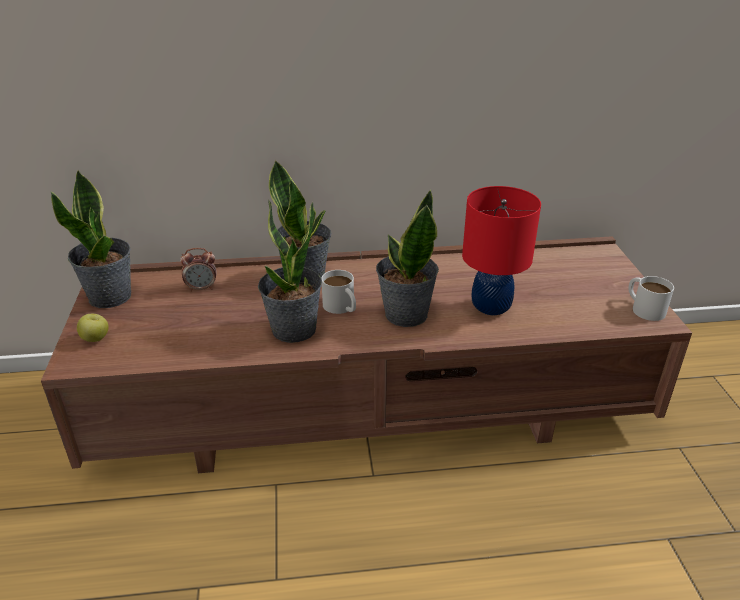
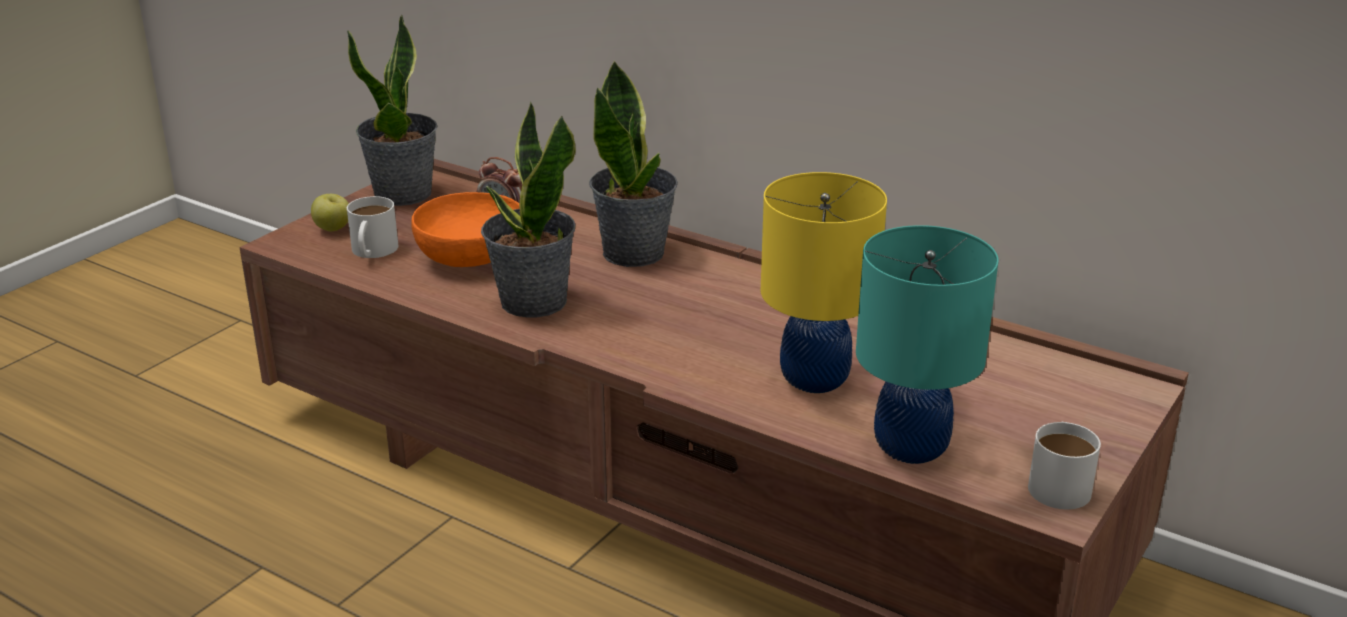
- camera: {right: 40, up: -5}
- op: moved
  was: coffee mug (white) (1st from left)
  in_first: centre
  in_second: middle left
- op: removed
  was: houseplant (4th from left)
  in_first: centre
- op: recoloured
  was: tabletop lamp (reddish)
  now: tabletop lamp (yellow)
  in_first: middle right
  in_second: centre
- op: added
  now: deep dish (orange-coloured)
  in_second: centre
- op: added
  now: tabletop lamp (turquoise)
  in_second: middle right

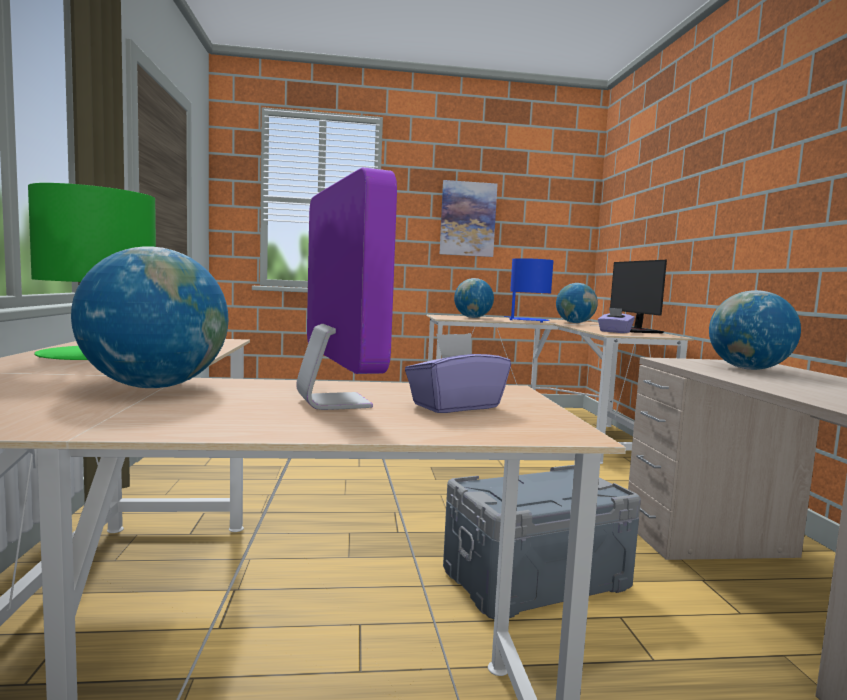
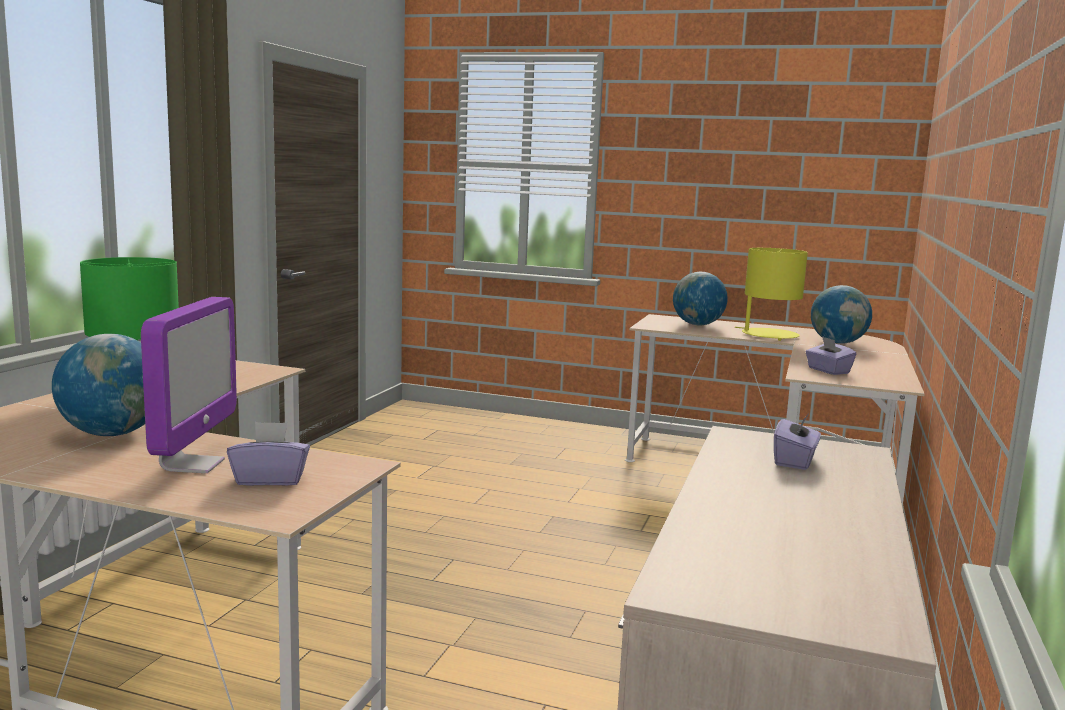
- camera: {right: 25, up: 5}
- op: removed
  was: wall art
  in_first: top centre
- op: removed
  was: storage bin (grey)
  in_first: bottom centre
- op: recoloured
  was: tabletop lamp (blue-coloured)
  now: tabletop lamp (yellow)
  in_first: centre
  in_second: middle right
- op: removed
  was: monitor (2nd from left)
  in_first: middle right
- op: replaced
  was: world globe (4th from left)
  now: box of tissues (purple-coloured) (2nd from left)
  in_first: middle right
  in_second: middle right

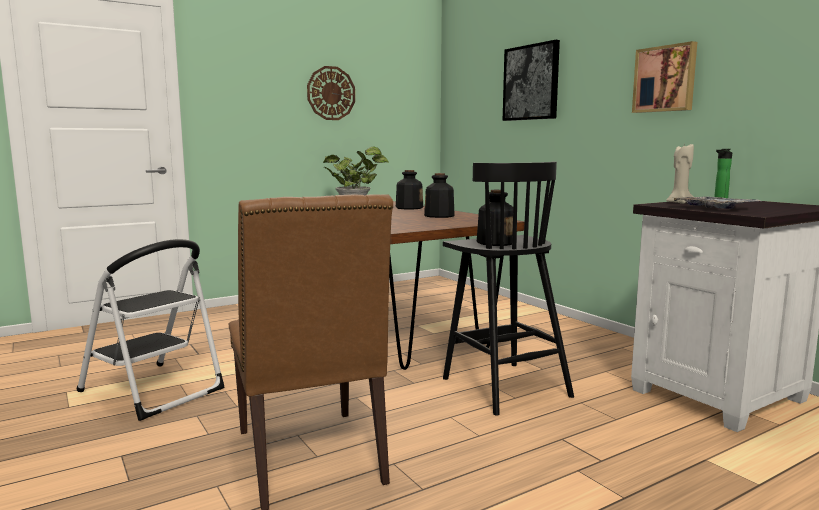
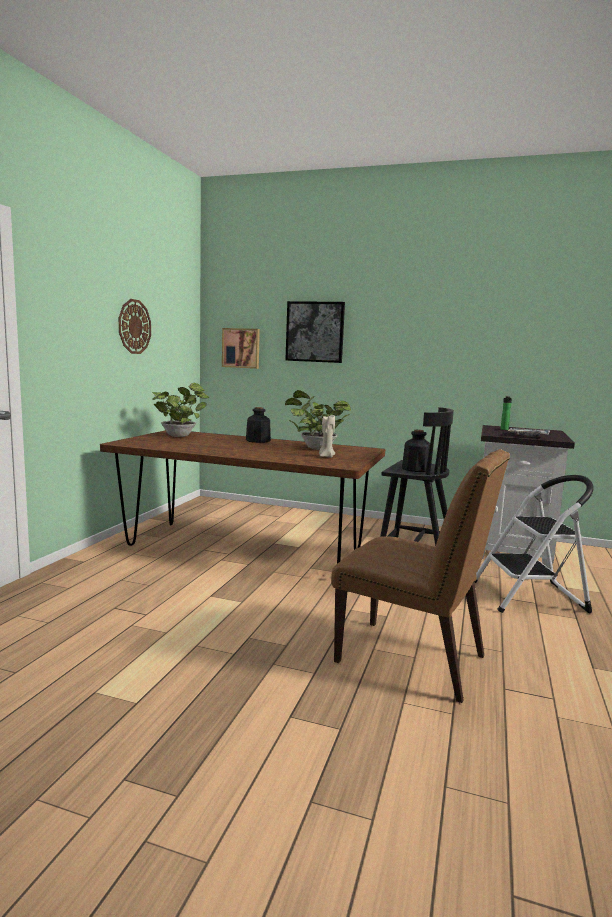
- camera: {right: -40, up: 0}
- op: moved
  was: step ladder
  in_first: middle left
  in_second: middle right
- op: replaced
  was: beverage bottle (2nd from left)
  now: houseplant (2nd from left)
  in_first: centre
  in_second: centre
- op: moved
  was: wall art (2nd from left in the first image)
  now: wall art (1st from left)
  in_first: top right
  in_second: centre
- op: moved
  was: wax candle (beige-coloured)
  in_first: middle right
  in_second: centre

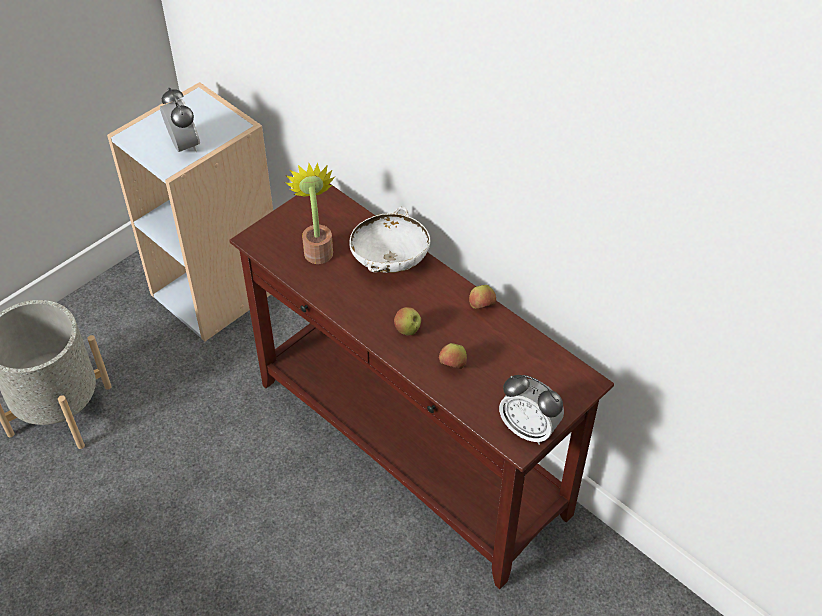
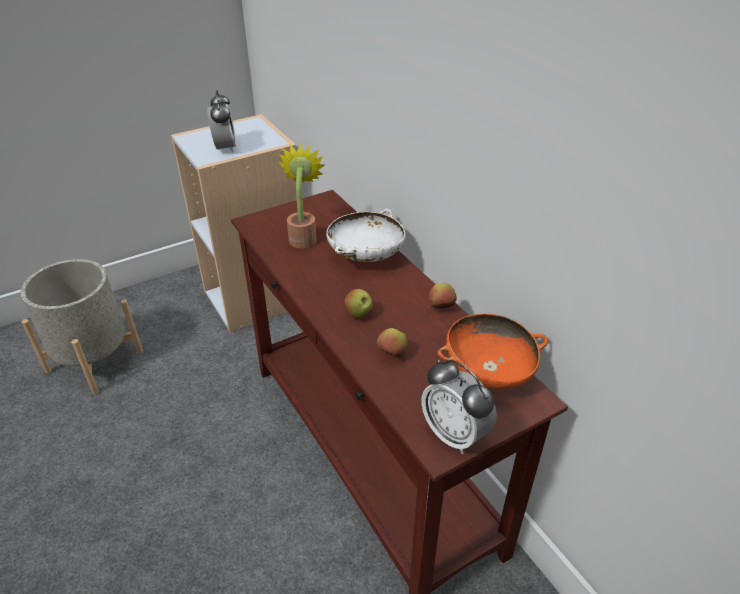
- camera: {right: 15, up: -10}
- op: added
  now: deep dish (orange-coloured)
  in_second: centre

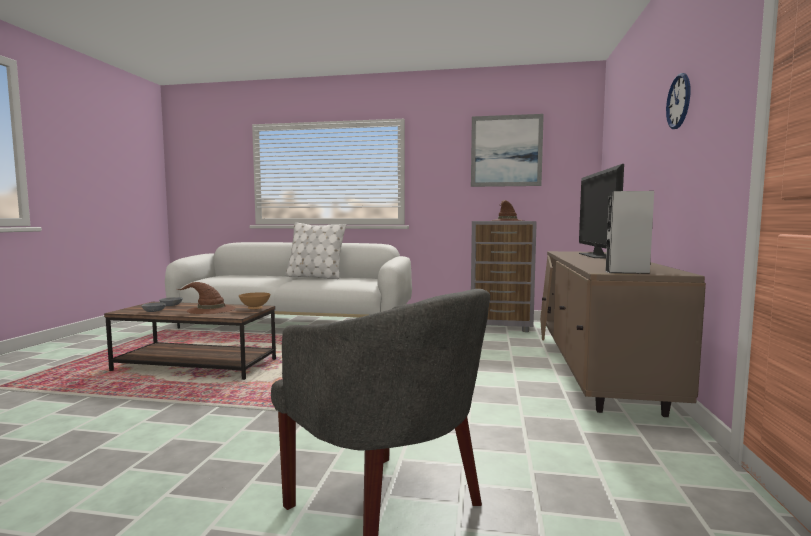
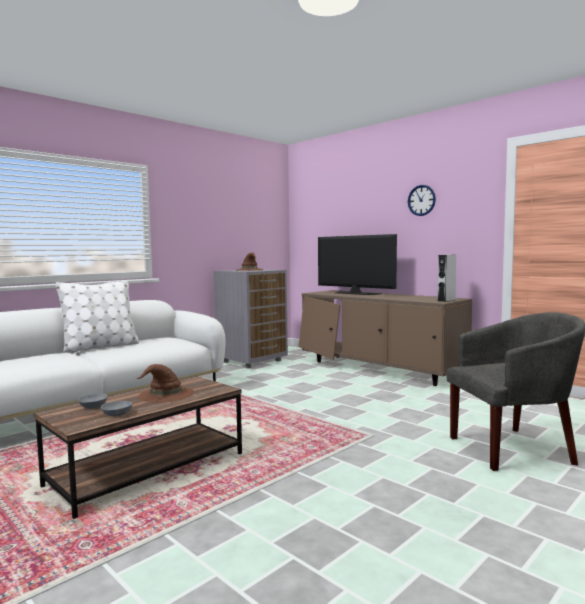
- camera: {right: -55, up: 0}
- op: removed
  was: deep dish (brown)
  in_first: middle left
- op: removed
  was: wall art
  in_first: top centre

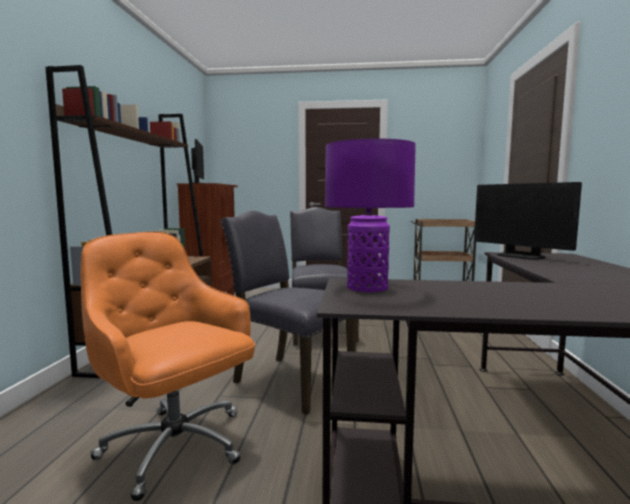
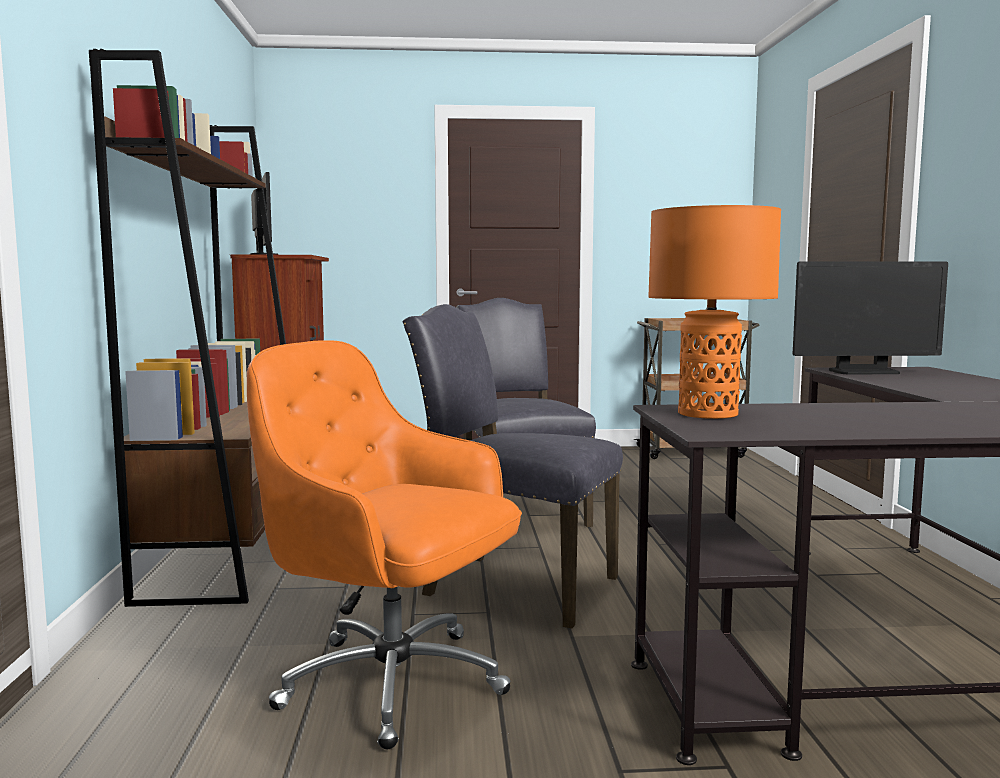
- camera: {right: -10, up: 0}
- op: recoloured
  was: tabletop lamp (purple-coloured)
  now: tabletop lamp (orange-coloured)
  in_first: centre
  in_second: middle right
- op: turned
  was: monitor (2nd from left)
  in_first: middle right
  in_second: middle right
  clockwise: -45

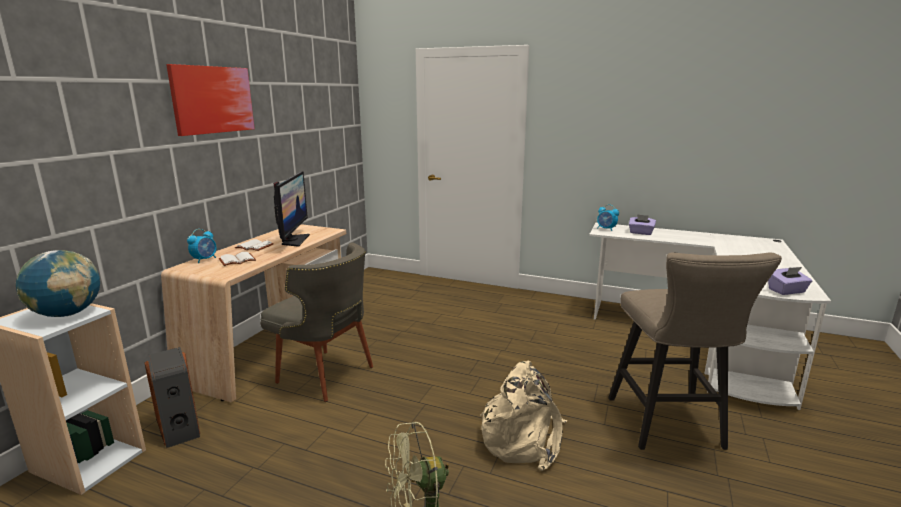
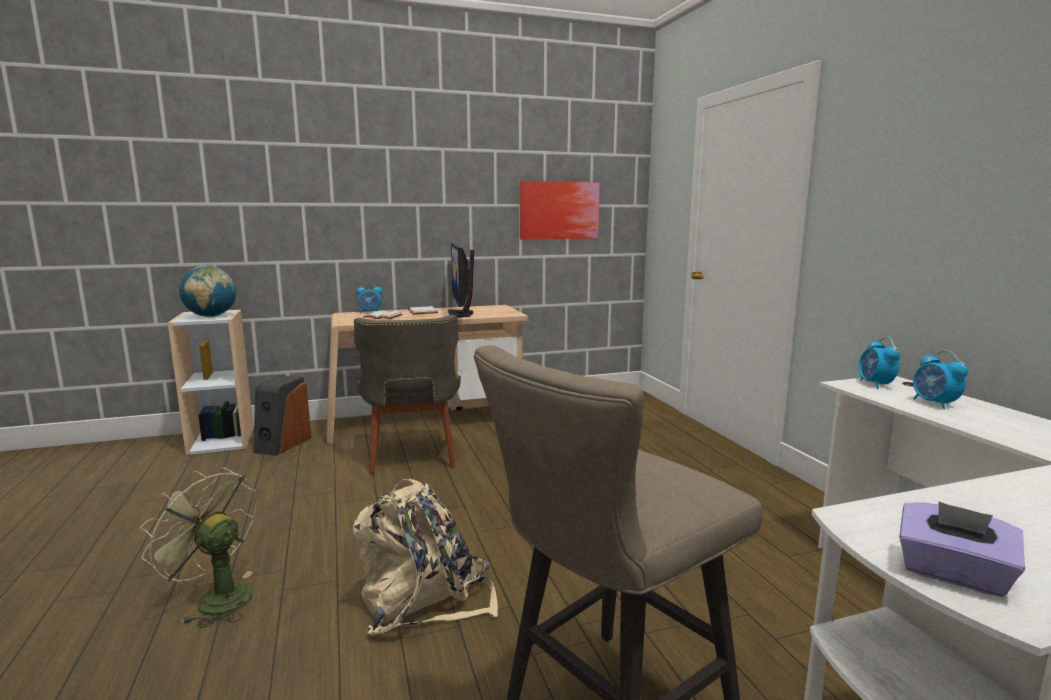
- camera: {right: 50, up: -5}
- op: moved
  was: wall art
  in_first: top left
  in_second: top centre
- op: turned
  was: monitor
  in_first: middle left
  in_second: centre
  clockwise: 120
- op: replaced
  was: box of tissues (purple-coloured) (1st from left)
  now: table clock (3rd from left)
  in_first: middle right
  in_second: middle right

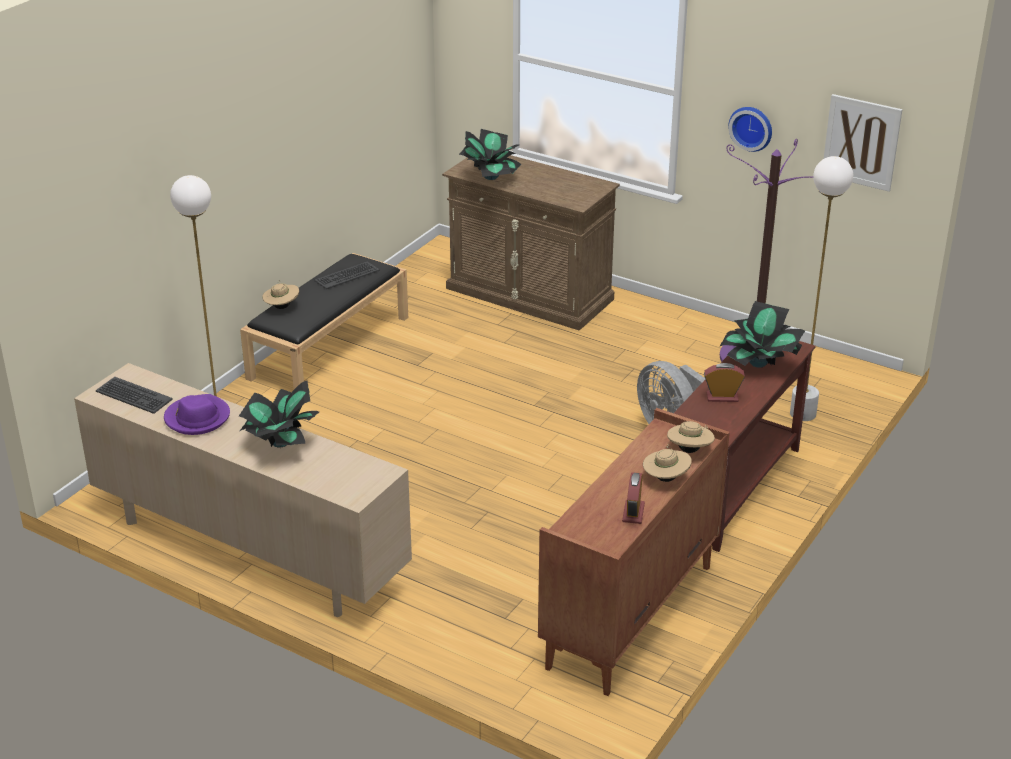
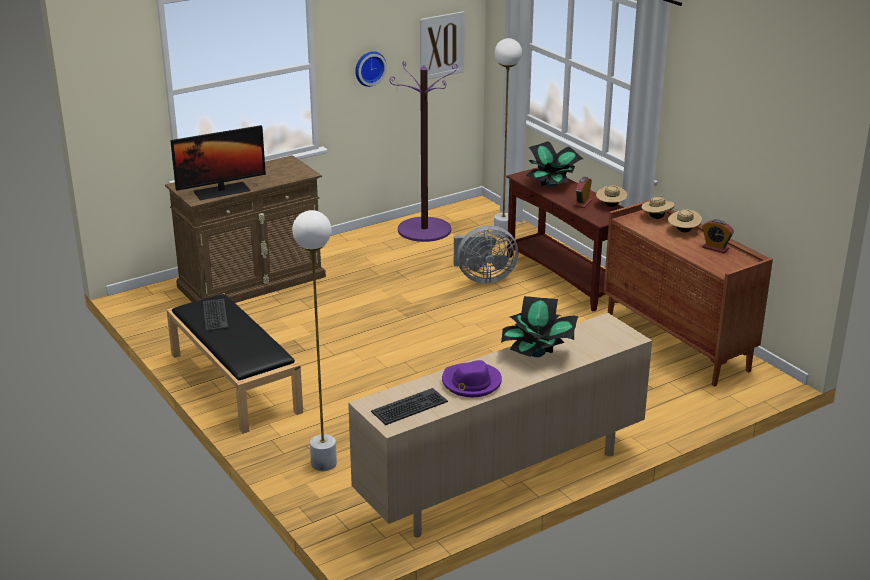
- camera: {right: -65, up: -5}
- op: moved
  was: clothing hat (beige-coloured) (1st from left)
  in_first: middle left
  in_second: middle right
- op: replaced
  was: houseplant (2nd from left)
  now: monitor
  in_first: top centre
  in_second: top left

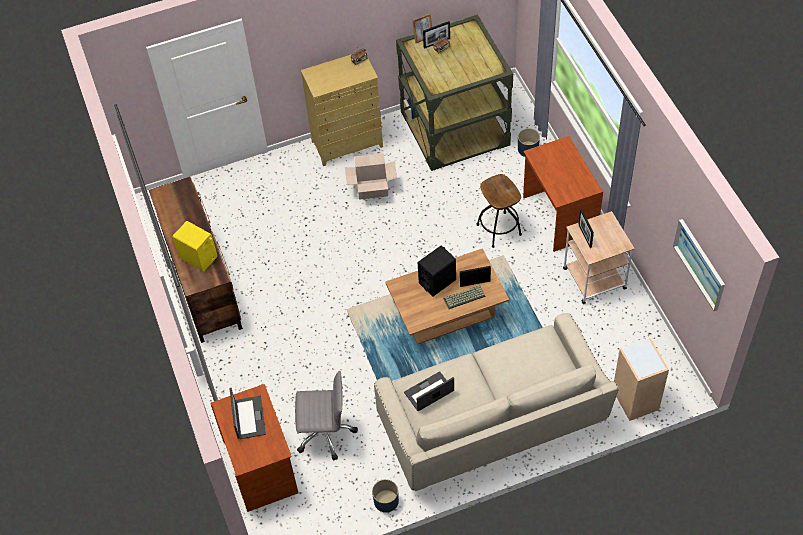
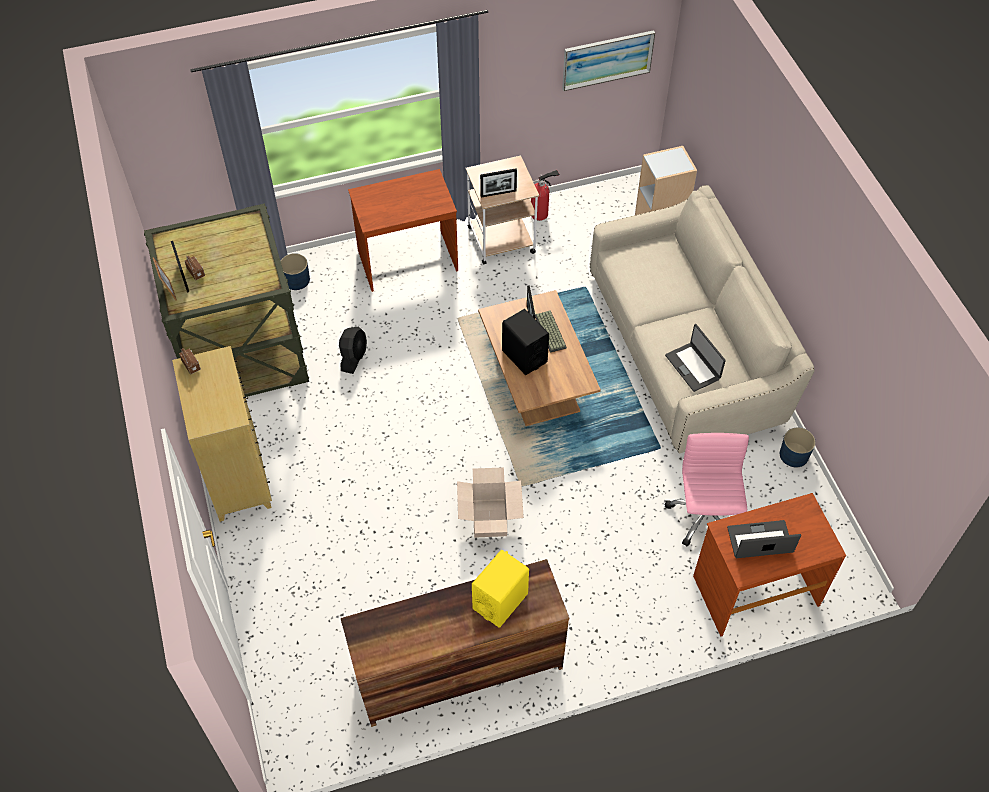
- camera: {right: -90, up: 0}
- op: recoloured
  was: desk chair (grey)
  now: desk chair (pink-coloured)
  in_first: bottom centre
  in_second: middle right
- op: moved
  was: cardboard box
  in_first: top centre
  in_second: centre
- op: removed
  was: stool seat (brown)
  in_first: centre
- op: added
  now: fan (black)
  in_second: centre
- op: added
  now: extinguisher
  in_second: top centre

